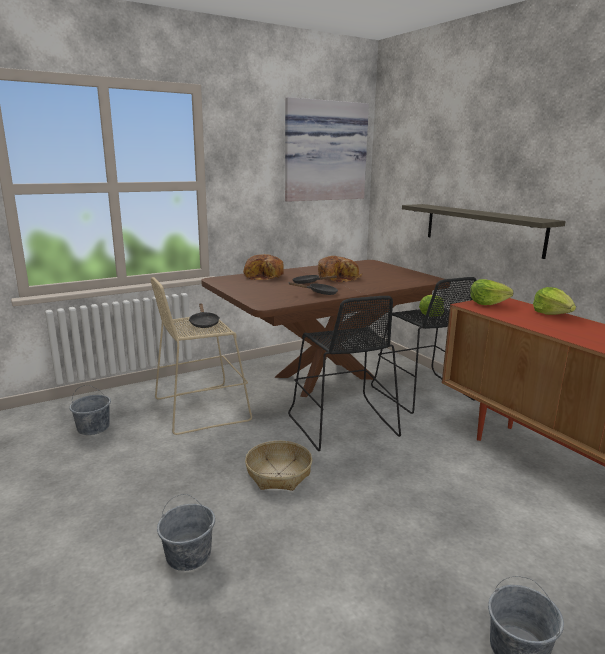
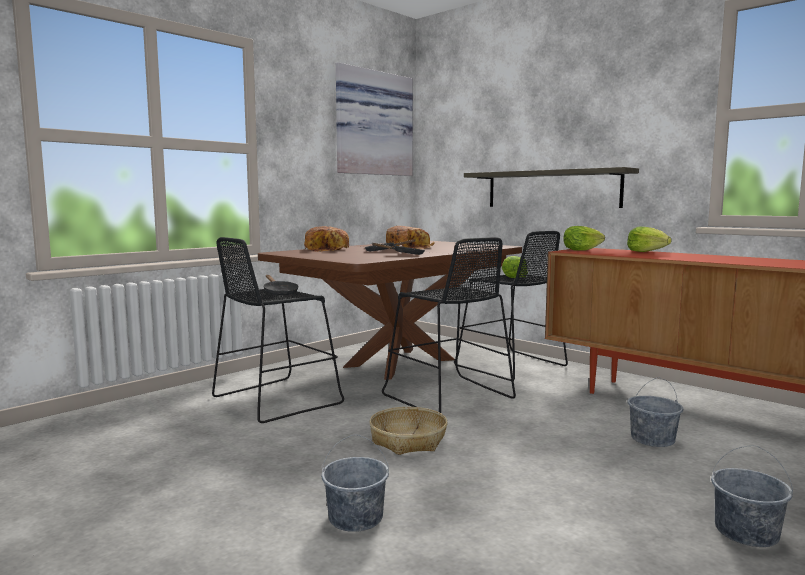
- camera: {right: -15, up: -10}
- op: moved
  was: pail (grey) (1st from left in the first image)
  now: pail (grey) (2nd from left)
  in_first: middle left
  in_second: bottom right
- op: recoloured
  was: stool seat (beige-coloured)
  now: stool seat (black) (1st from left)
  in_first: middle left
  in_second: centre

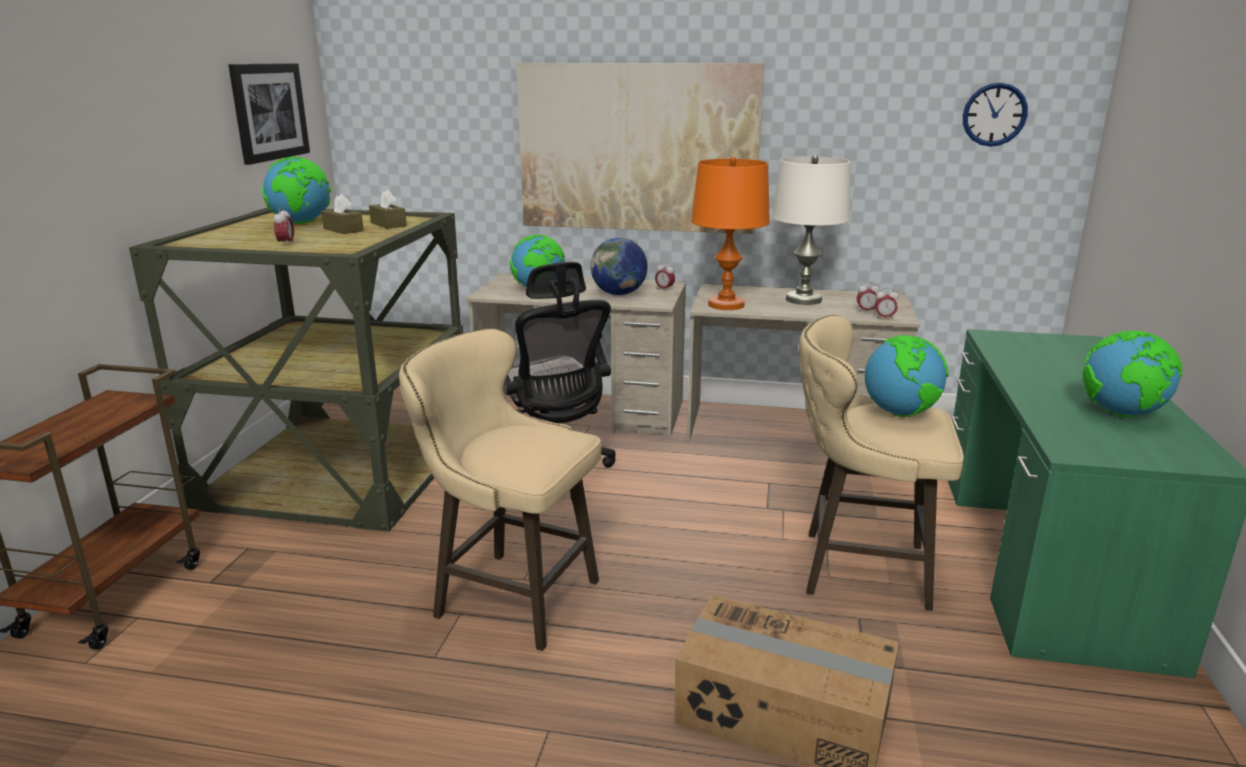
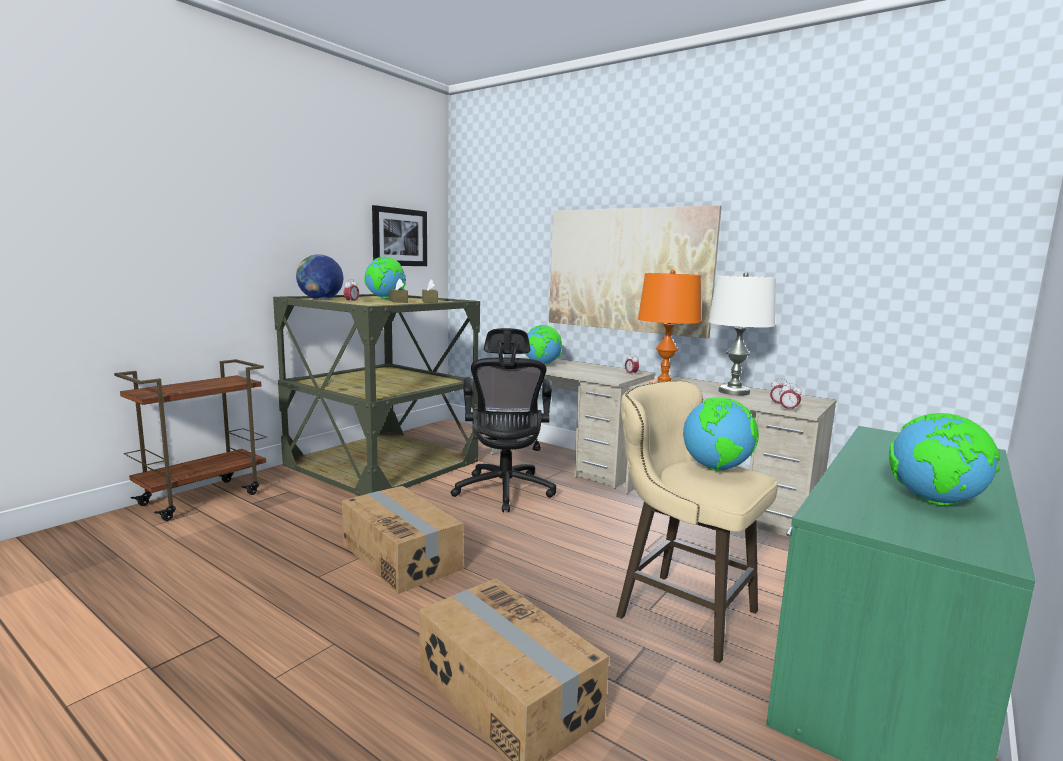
- camera: {right: 25, up: -10}
- op: replaced
  was: stool seat (beige-coloured) (1st from left)
  now: cardboard box (1st from left)
  in_first: centre
  in_second: bottom centre
- op: moved
  was: world globe (3rd from left in the first image)
  now: world globe (1st from left)
  in_first: centre
  in_second: middle left
- op: removed
  was: hanging clock
  in_first: top right

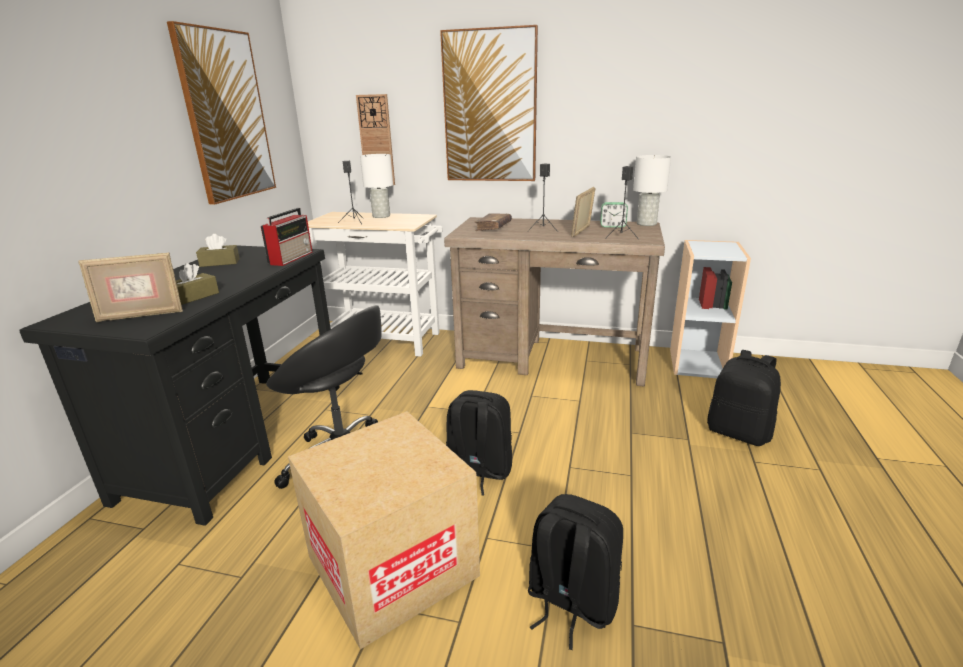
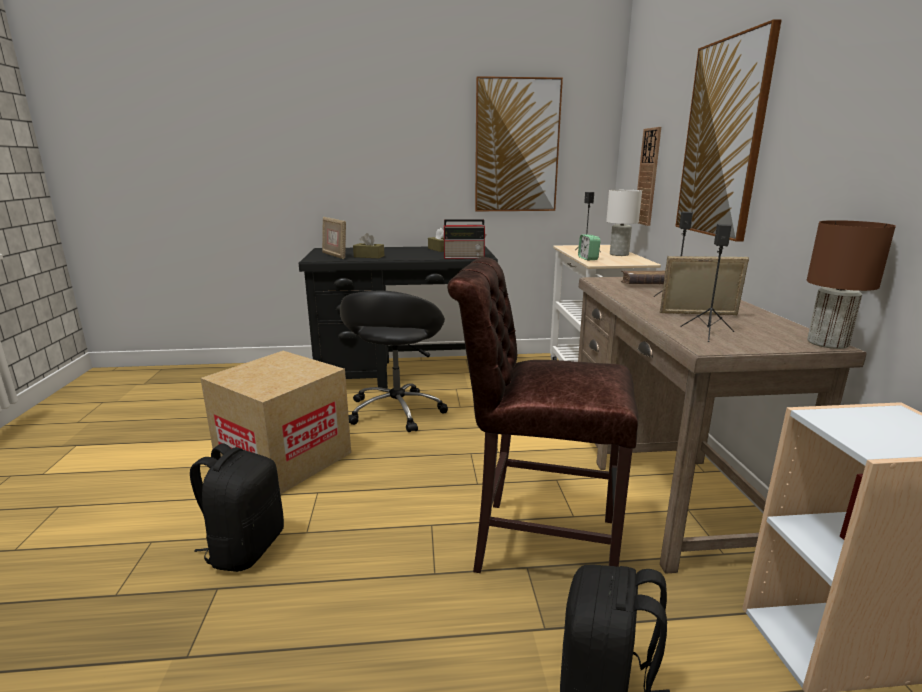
- camera: {right: 70, up: -5}
- op: removed
  was: knapsack (black) (1st from left)
  in_first: centre
- op: moved
  was: table clock
  in_first: top centre
  in_second: centre
- op: recoloured
  was: tabletop lamp (white) (2nd from left)
  now: tabletop lamp (brown)
  in_first: top right
  in_second: middle right
- op: added
  now: stool seat (brown)
  in_second: centre

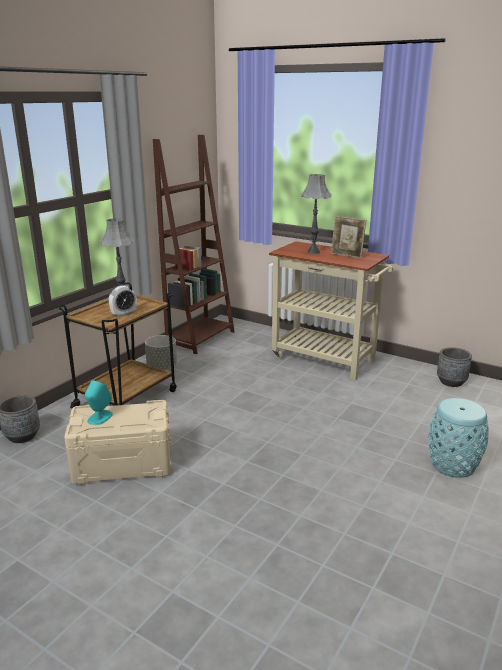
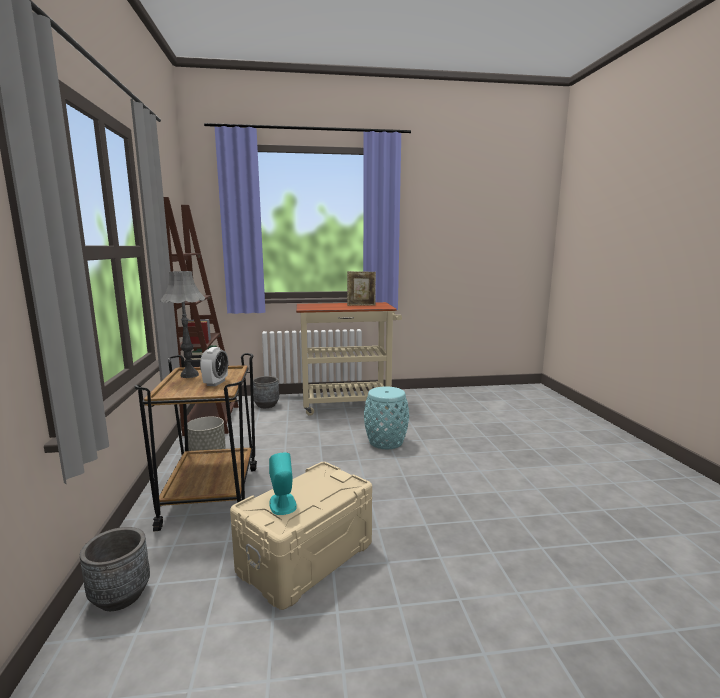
- camera: {right: -40, up: -10}
- op: removed
  was: tabletop lamp (grey) (2nd from left)
  in_first: top centre
- op: moved
  was: stool seat (turquoise)
  in_first: middle right
  in_second: centre
- op: moved
  was: plant pot (grey) (3rd from left)
  in_first: middle right
  in_second: centre

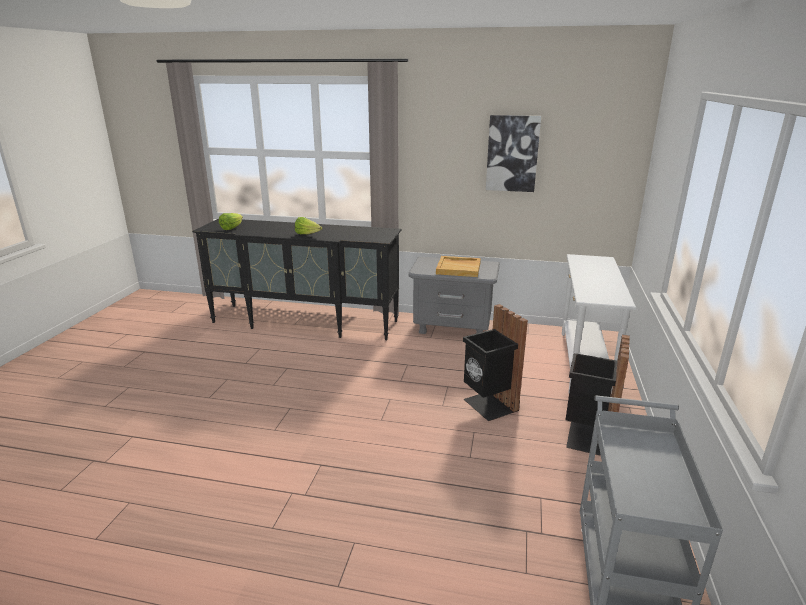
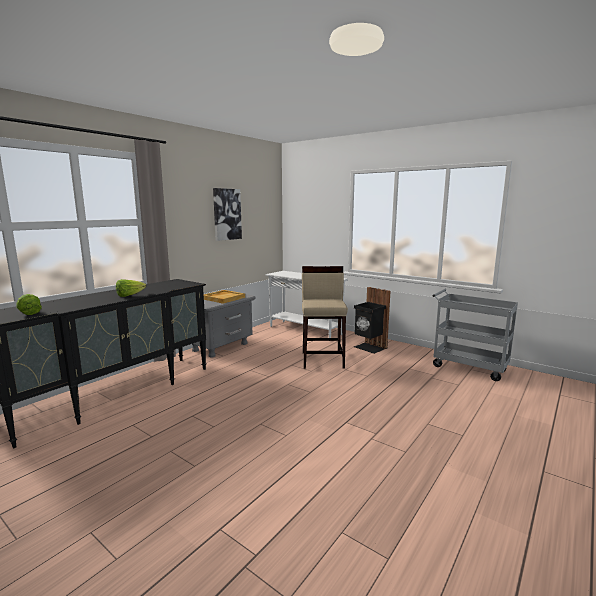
- camera: {right: -65, up: -10}
- op: replaced
  was: rubbish bin (black) (1st from left)
  now: stool seat (beige-coloured)
  in_first: centre
  in_second: centre

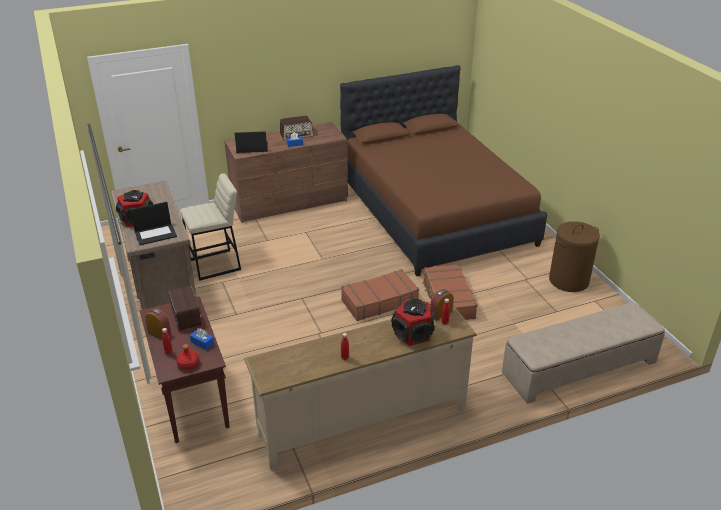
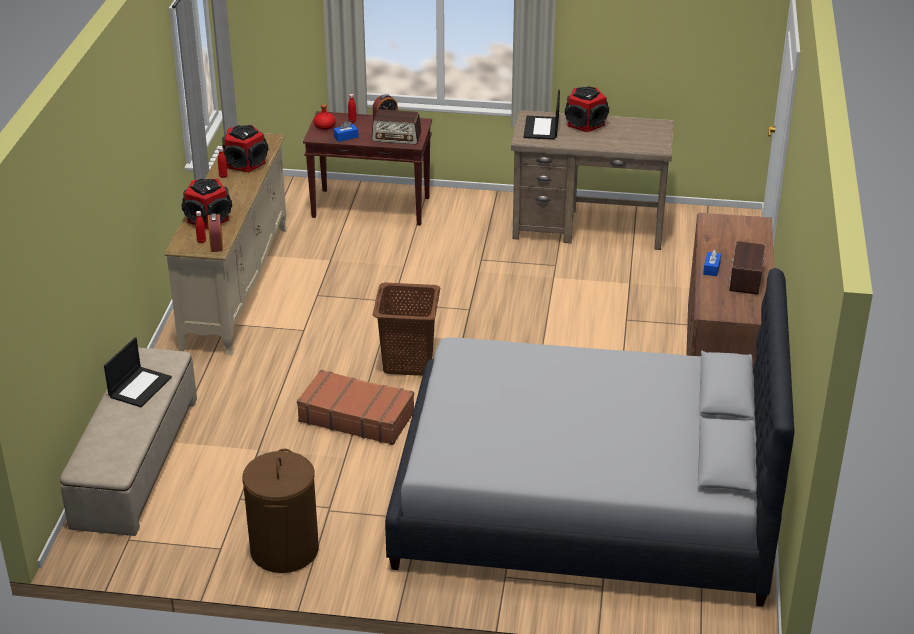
- camera: {right: 120, up: 0}
- op: removed
  was: stool seat (beige-coloured)
  in_first: middle left
- op: moved
  was: notebook computer (2nd from left in the first image)
  now: notebook computer (1st from left)
  in_first: top centre
  in_second: middle left
- op: recoloured
  was: bedroom bed (brown)
  now: bedroom bed (grey)
  in_first: centre
  in_second: bottom centre
- op: replaced
  was: piece of luggage (brown) (1st from left)
  now: laundry basket (brown) (2nd from left)
  in_first: centre
  in_second: centre
- op: added
  now: loudspeaker (2nd from left)
  in_second: top left

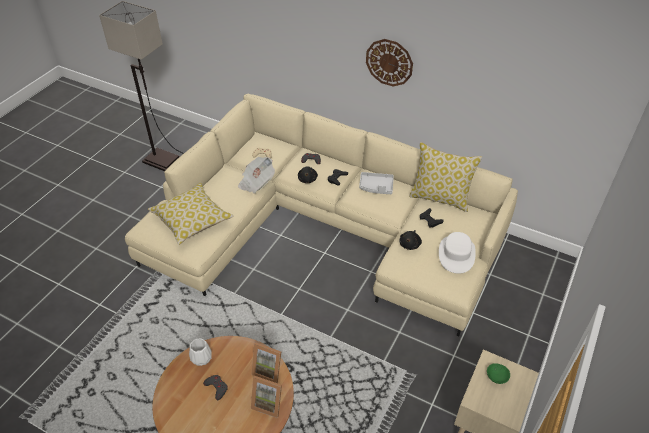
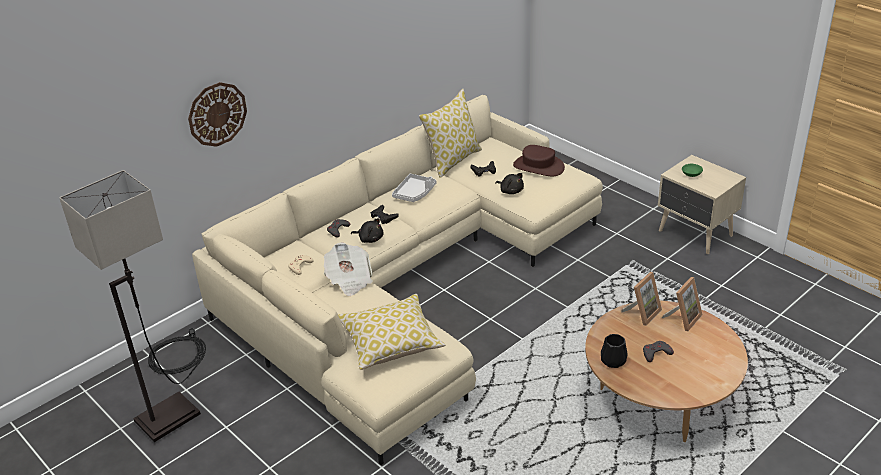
- camera: {right: -70, up: -10}
- op: recoloured
  was: decorative vase (white)
  now: decorative vase (black)
  in_first: bottom left
  in_second: bottom right
- op: moved
  was: hanging clock
  in_first: top centre
  in_second: top left
- op: recoloured
  was: clothing hat (white)
  now: clothing hat (brown)
  in_first: middle right
  in_second: centre

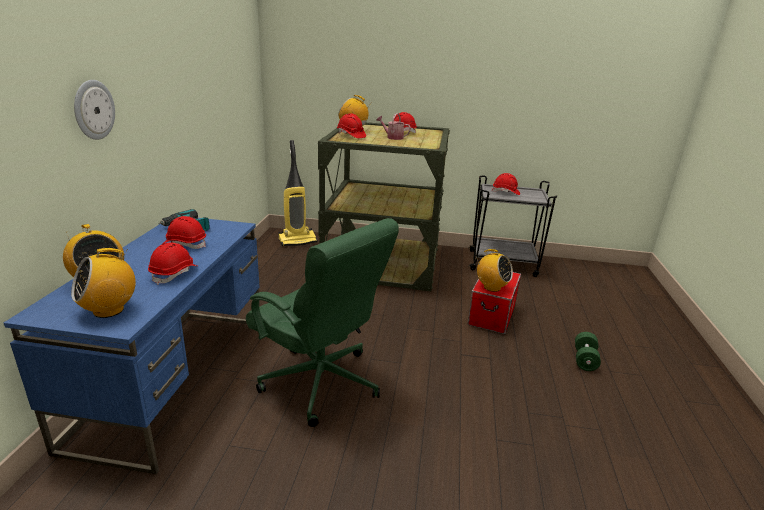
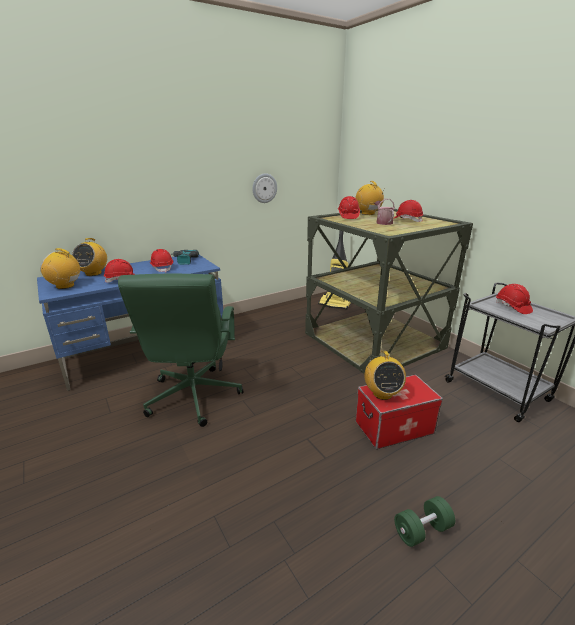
- camera: {right: 50, up: 0}
- op: moved
  was: hanging clock
  in_first: top left
  in_second: top centre

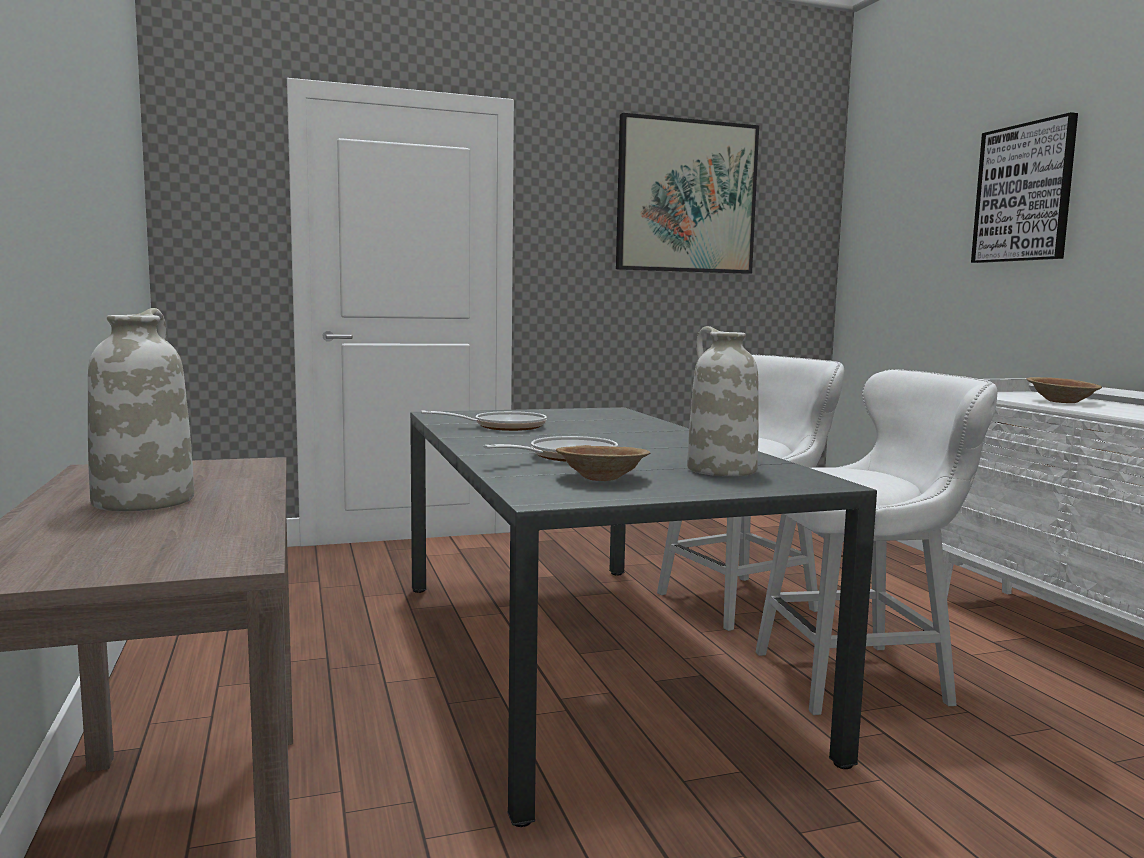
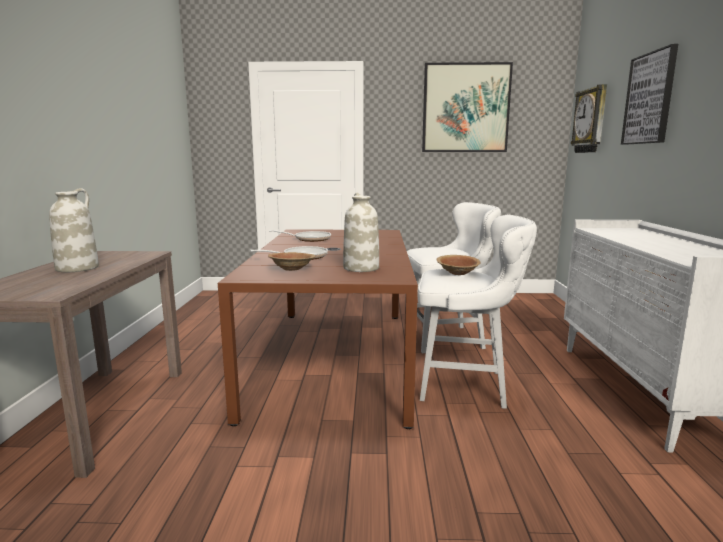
- camera: {right: 20, up: 5}
- op: recoloured
  was: kitchen table (grey)
  now: kitchen table (brown)
  in_first: bottom centre
  in_second: centre
- op: moved
  was: deep dish (brown) (2nd from left)
  in_first: middle right
  in_second: centre
- op: added
  now: hanging clock
  in_second: top right

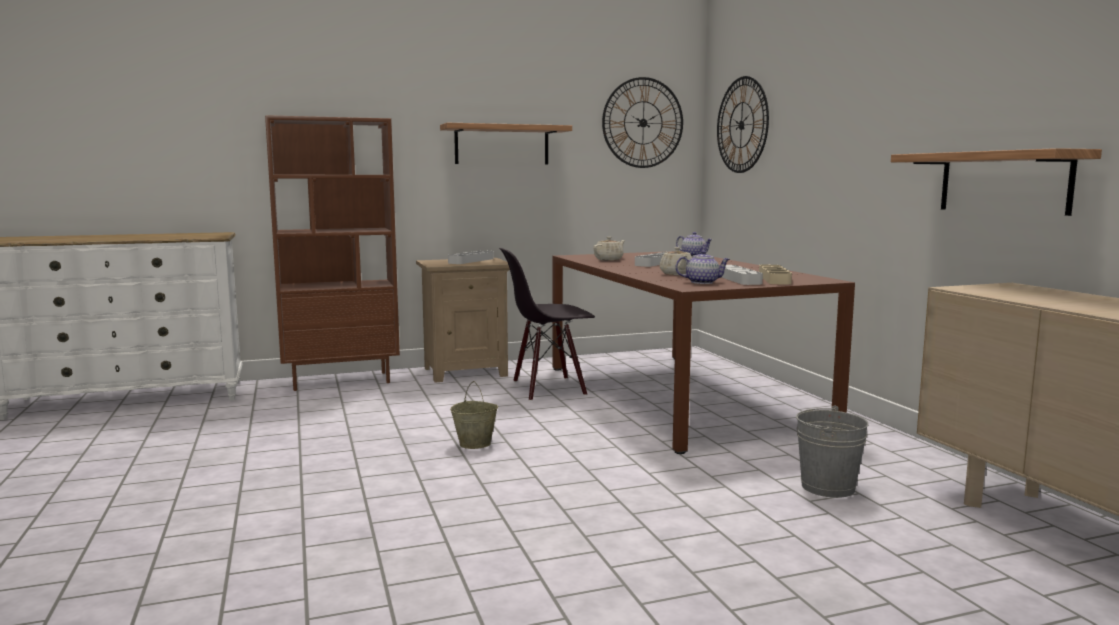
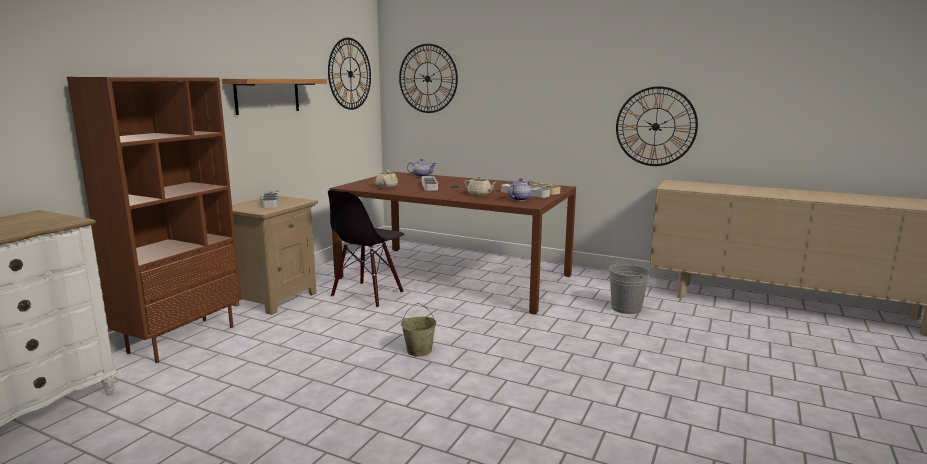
- camera: {right: -45, up: 5}
- op: replaced
  was: bracket shelf (2nd from left)
  now: hanging clock (3rd from left)
  in_first: top right
  in_second: top right

